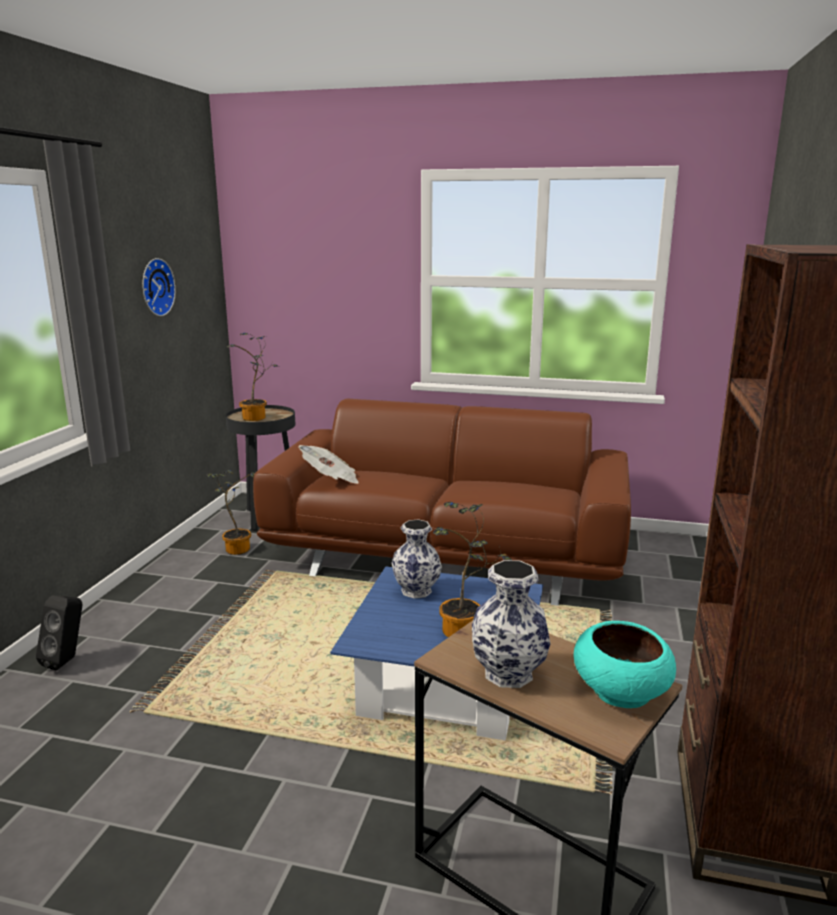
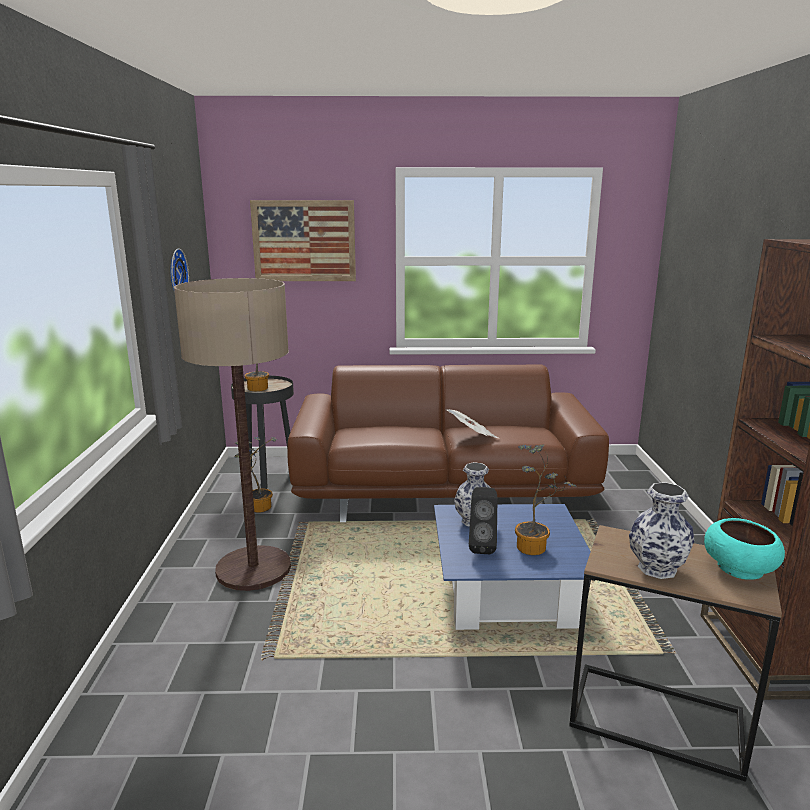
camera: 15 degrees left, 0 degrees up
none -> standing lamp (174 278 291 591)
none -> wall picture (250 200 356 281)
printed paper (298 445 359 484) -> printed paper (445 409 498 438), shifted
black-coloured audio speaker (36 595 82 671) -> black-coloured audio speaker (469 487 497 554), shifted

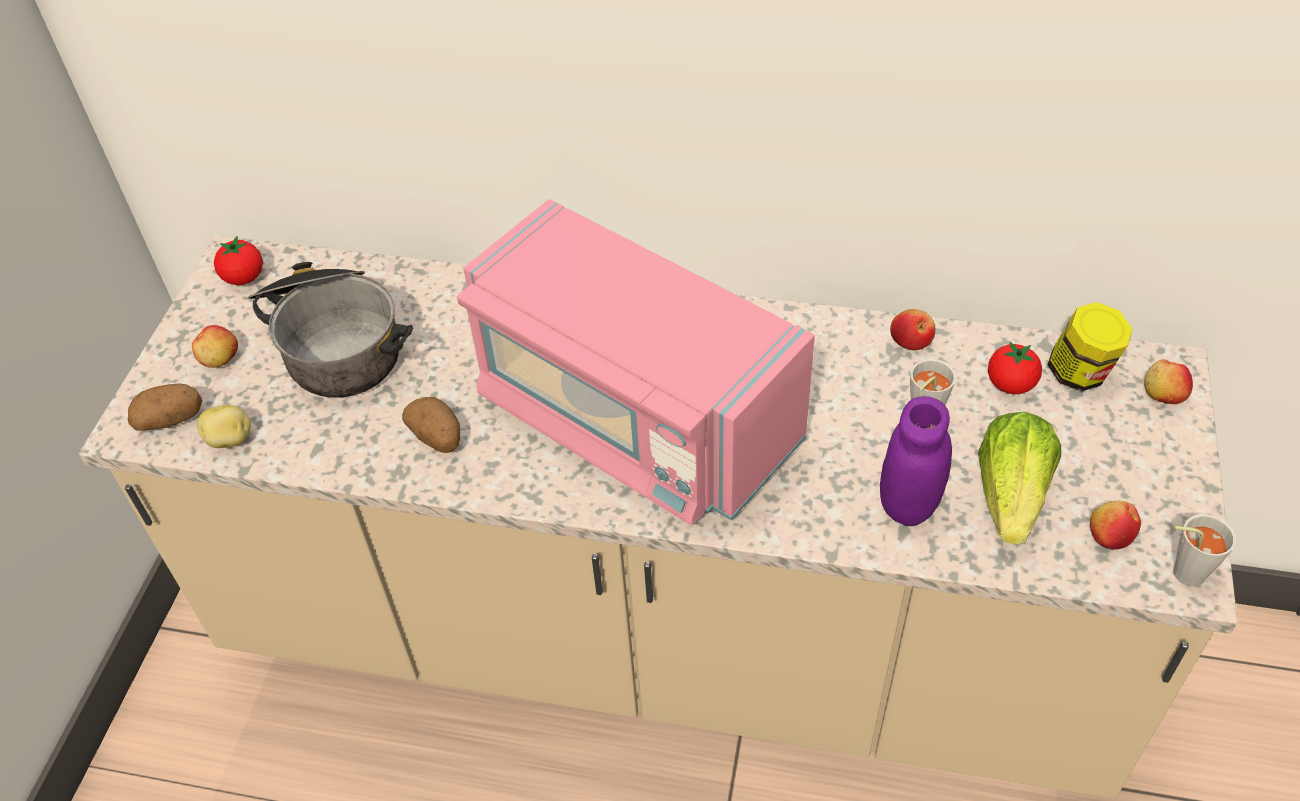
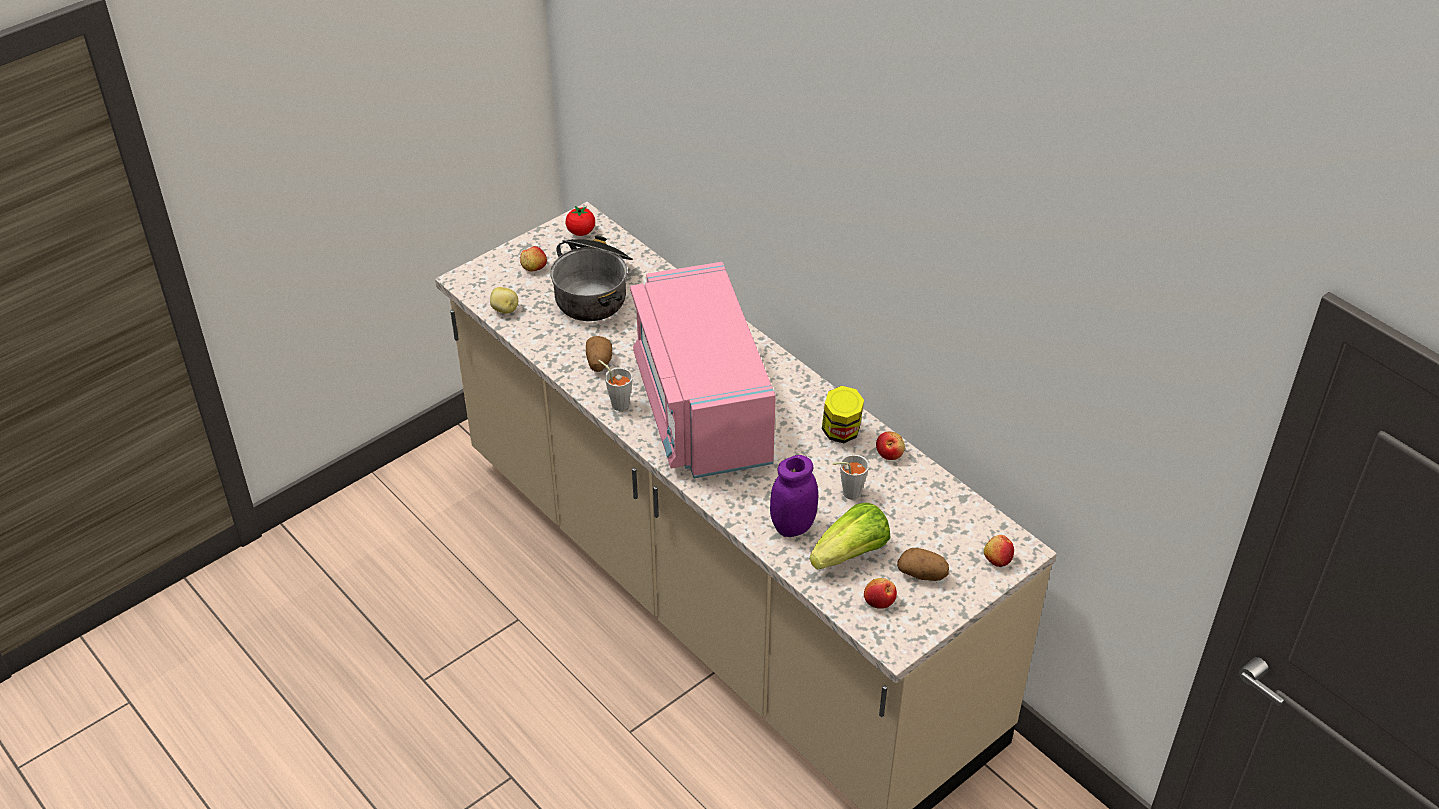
camera: 35 degrees right, 5 degrees down
gray cup (1173 514 1236 587) -> gray cup (599 360 633 411), shifted
storage jar (1048 302 1132 392) -> storage jar (822 386 864 443), shifted
whole potato (128 383 202 431) -> whole potato (897 548 949 581), shifted
whole tomato (988 342 1042 394) -> none

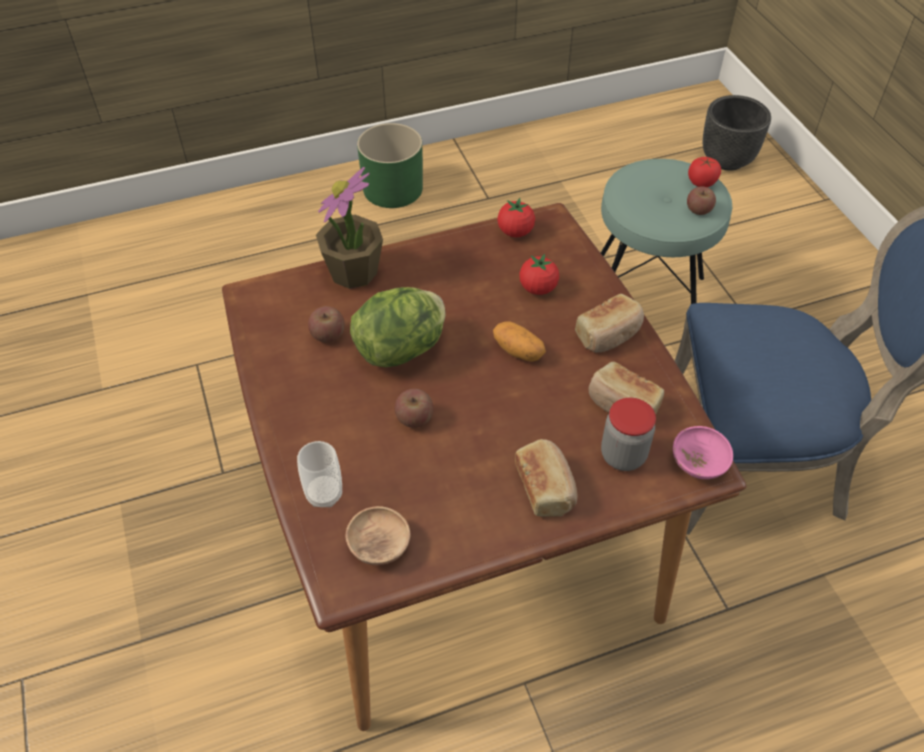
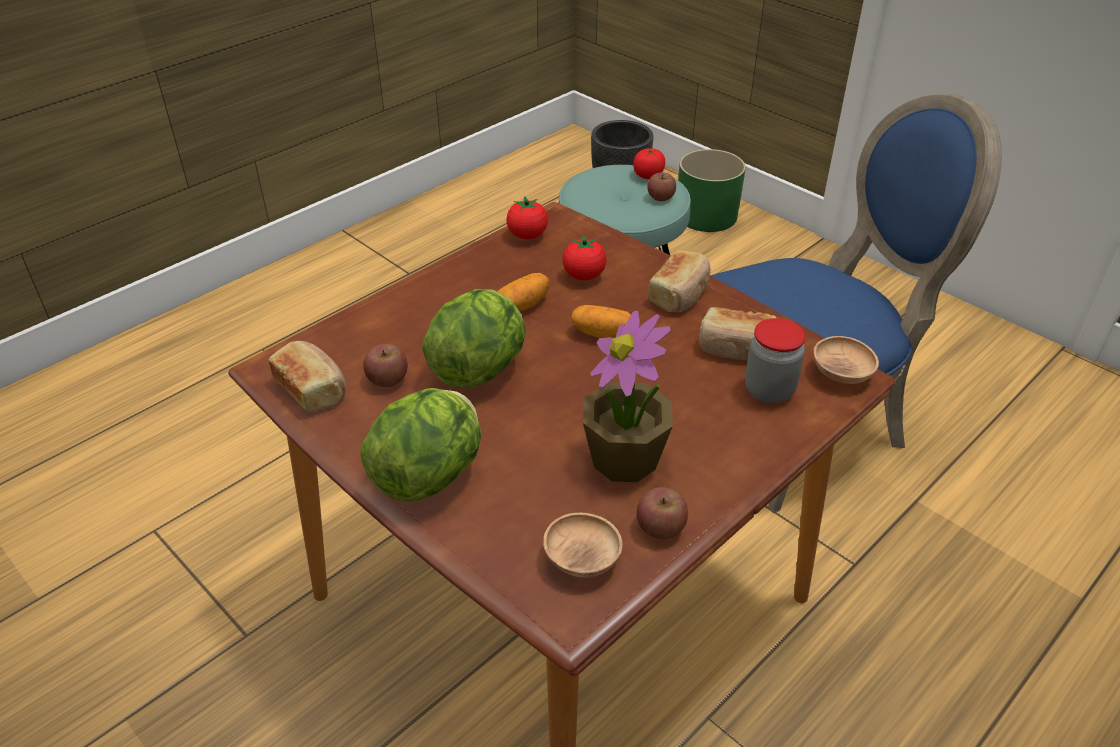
camera: 25 degrees left, 10 degrees down
bakery bread (515 439 577 517) -> bakery bread (269 341 346 412), shifted
none -> head of lettuce (360 388 481 502)
none -> whole potato (497 273 550 311)
potted plant (316 167 383 289) -> potted plant (583 311 673 482), shifted
whole apple (395 389 434 428) -> whole apple (637 487 688 539), shifted
greenish flower pot (357 123 423 208) -> greenish flower pot (678 149 746 232), shifted
pink-coloured serving bowl (673 426 733 479) -> brown serving bowl (813 336 879 384)
cup (297 441 342 508) -> none

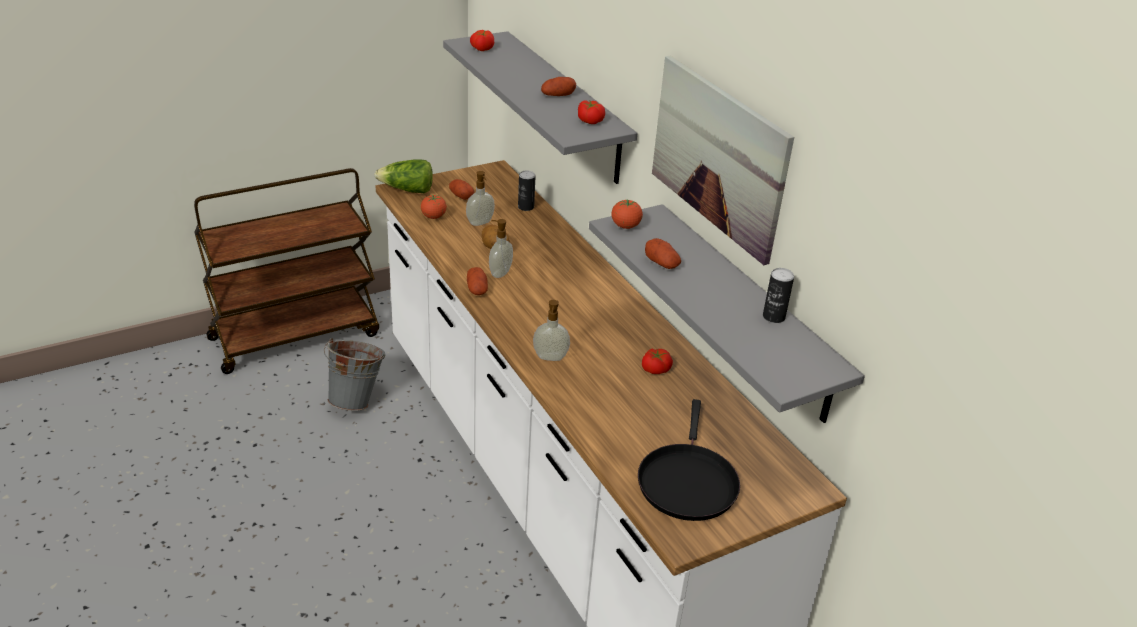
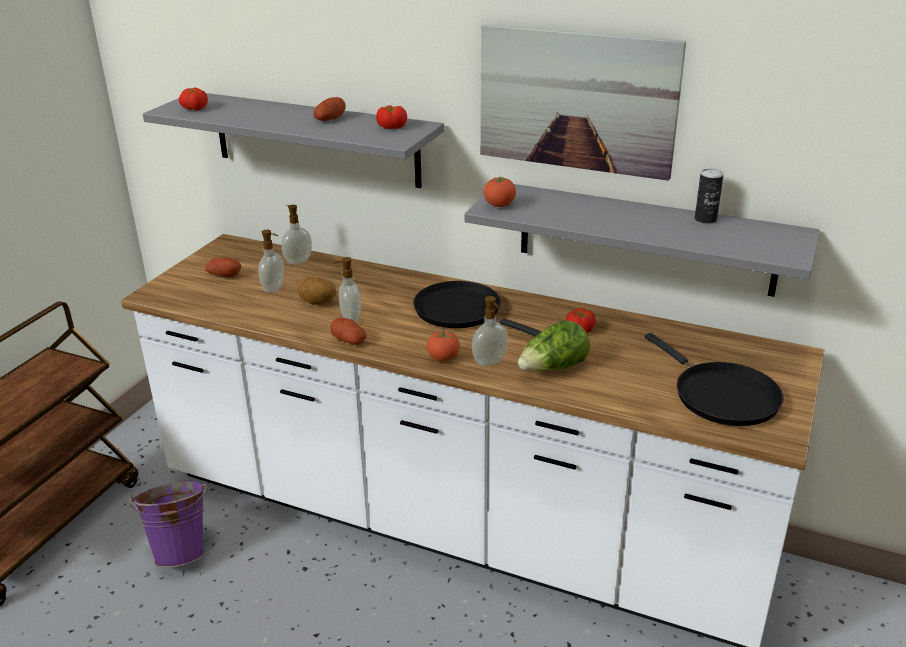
camera: 35 degrees left, 5 degrees down
gray water bucket (324 338 386 411) -> purple water bucket (130 481 207 568)
can (518 170 536 211) -> soap dispenser (281 205 312 265)
none -> black-coloured frying pan (413 281 542 336)
whole tomato (421 195 447 219) -> whole tomato (427 329 460 361), shifted
head of lettuce (374 159 433 194) -> head of lettuce (518 320 590 371), shifted
whole potato (645 238 681 269) -> none

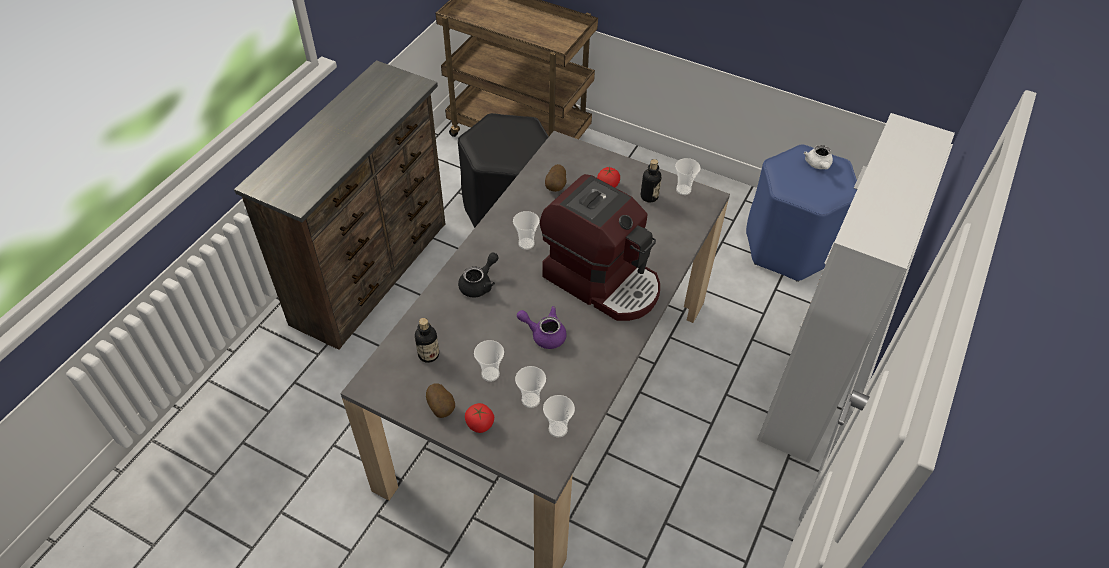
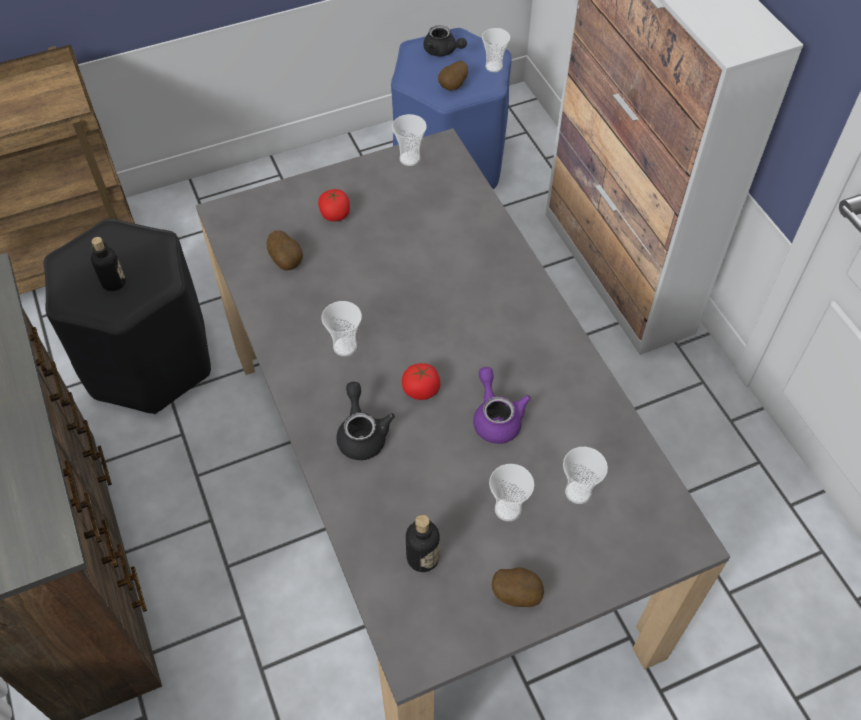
camera: 50 degrees left, 5 degrees up
beverage bottle (641 159 662 202) -> beverage bottle (91 237 126 291), shifted
whole tomato (465 403 494 433) -> whole tomato (402 363 440 400), shifted
white-coloured tea pot (804 145 833 170) -> black-coloured tea pot (423 25 467 57)
none -> whole potato (438 61 468 91)
purple tea pot (517 306 566 349) -> purple tea pot (473 367 531 444), 105 degrees clockwise
cup (543 395 575 438) -> cup (482 28 510 72), shifted
coffee brewer (540 174 660 321) -> none

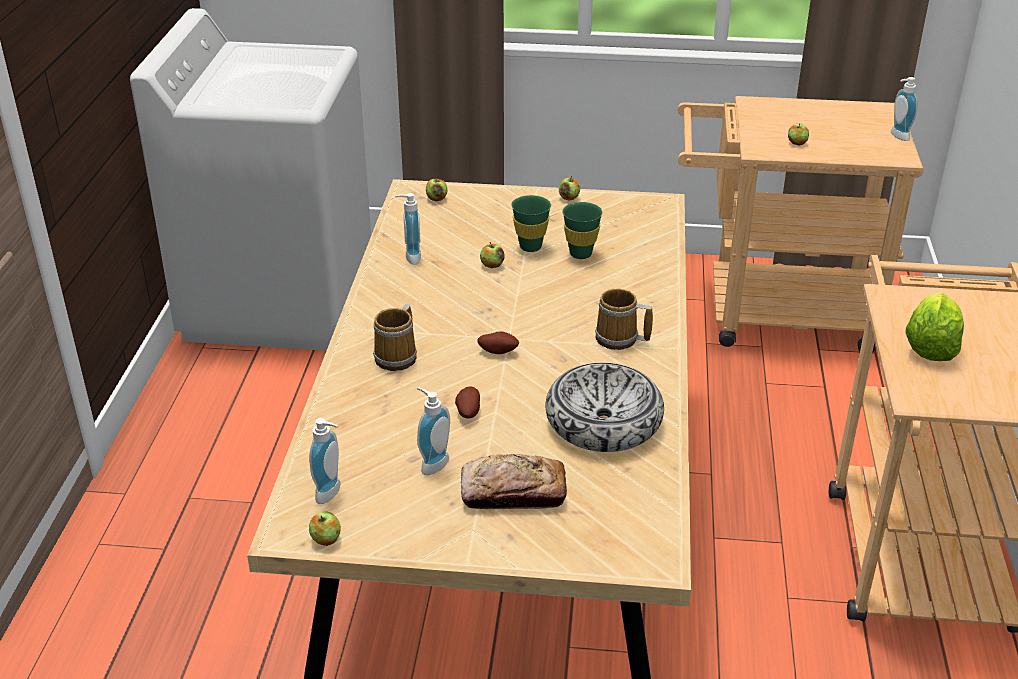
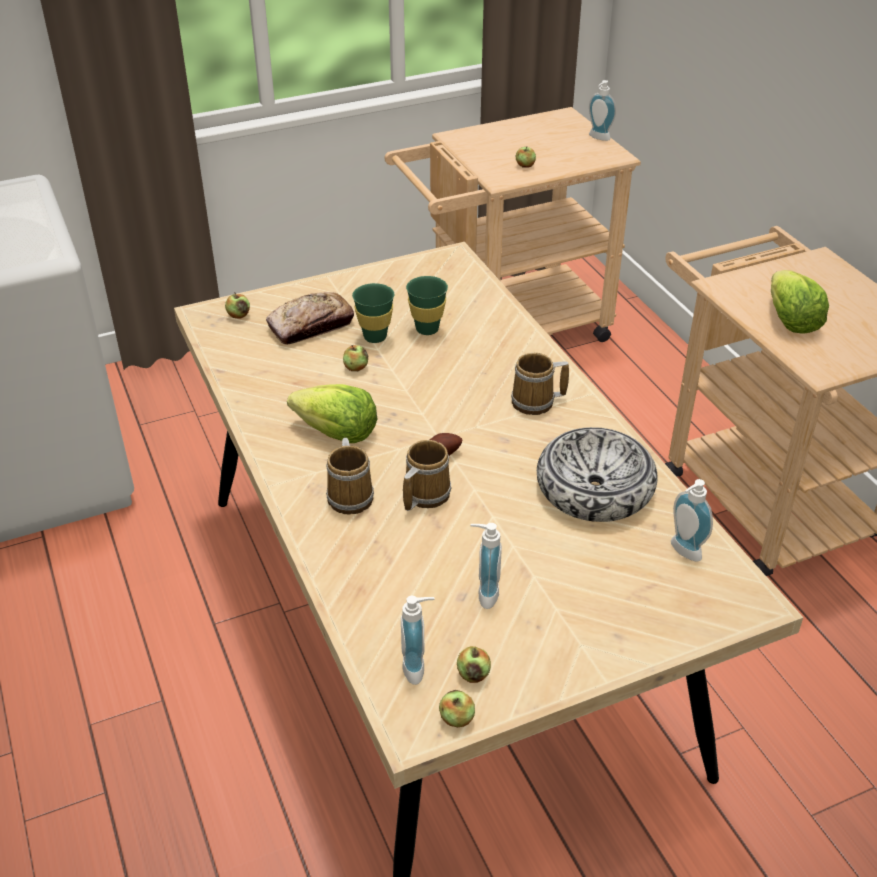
camera: 30 degrees left, 5 degrees up
bakery bread (461 454 567 510) -> bakery bread (266 292 354 345), shifted
none -> head of lettuce (287 384 378 443)
none -> tea mug (403 440 452 511)
whole apple (559 176 580 201) -> whole apple (457 646 491 683), shifted
soap dispenser (395 193 421 265) -> soap dispenser (671 479 713 562), shifted
whole potato (455 386 480 418) -> none

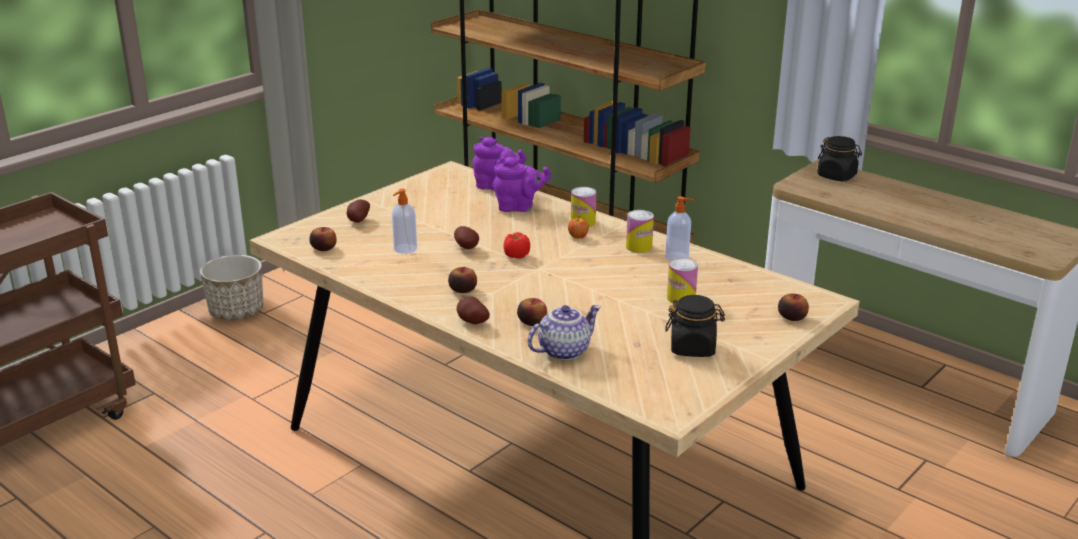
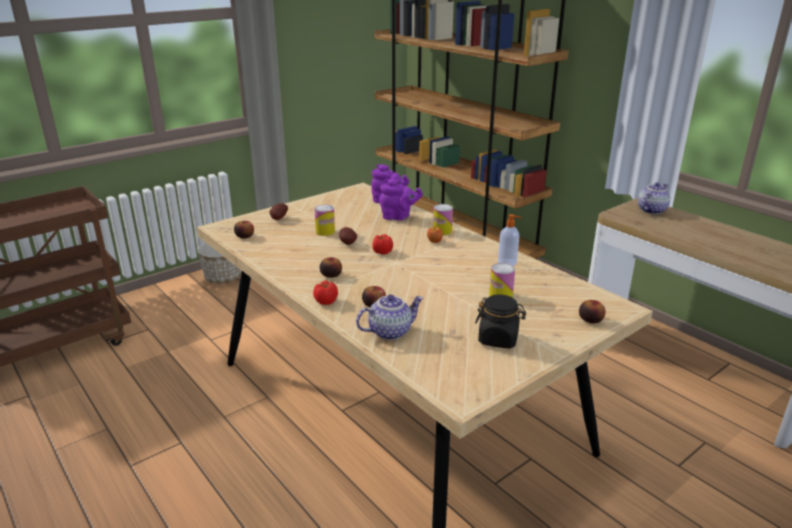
camera: 10 degrees right, 0 degrees up
whole potato (457 296 490 324) -> whole tomato (313 281 338 305)
can (626 210 654 253) -> can (314 204 335 236), shifted
black-coloured storage jar (817 136 862 181) -> tea pot (638 182 670 214)
soap dispenser (392 189 417 254) -> none

